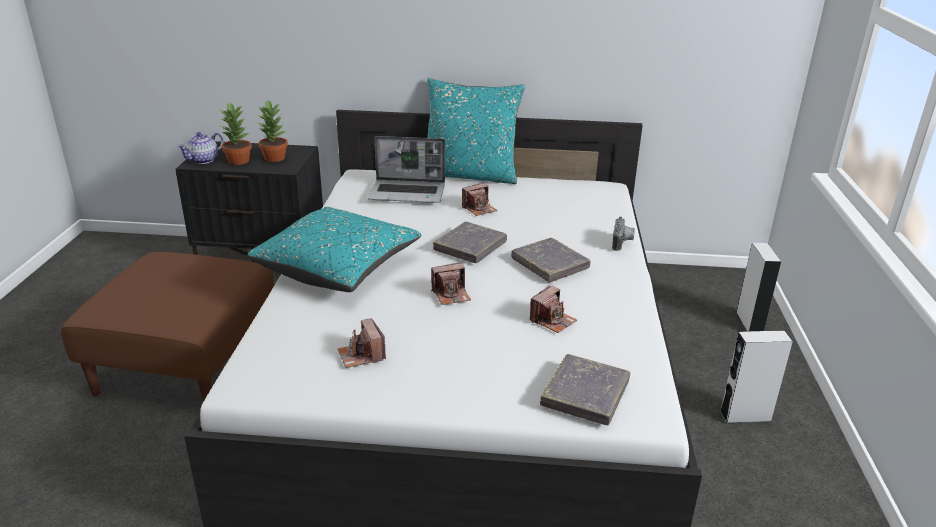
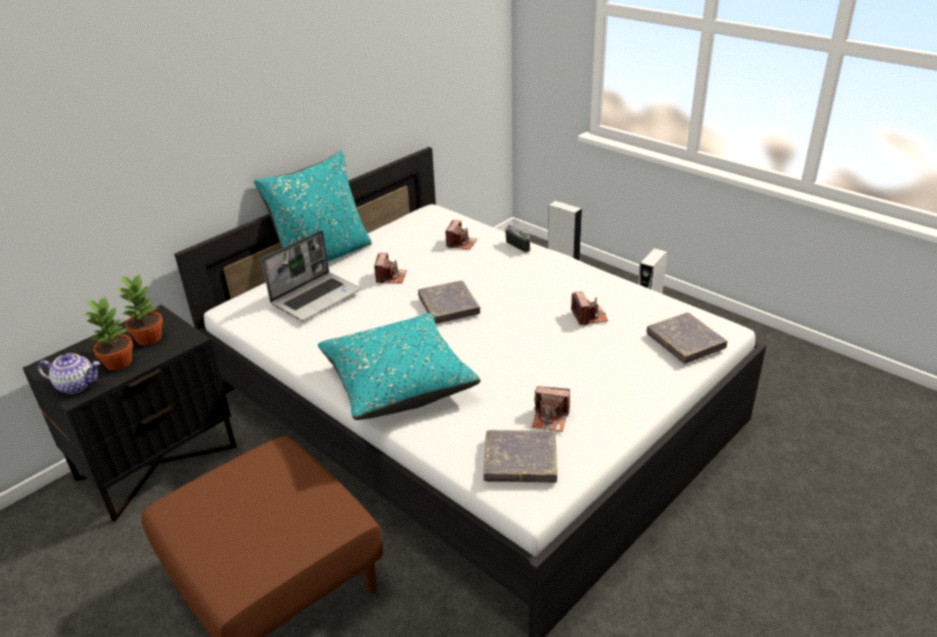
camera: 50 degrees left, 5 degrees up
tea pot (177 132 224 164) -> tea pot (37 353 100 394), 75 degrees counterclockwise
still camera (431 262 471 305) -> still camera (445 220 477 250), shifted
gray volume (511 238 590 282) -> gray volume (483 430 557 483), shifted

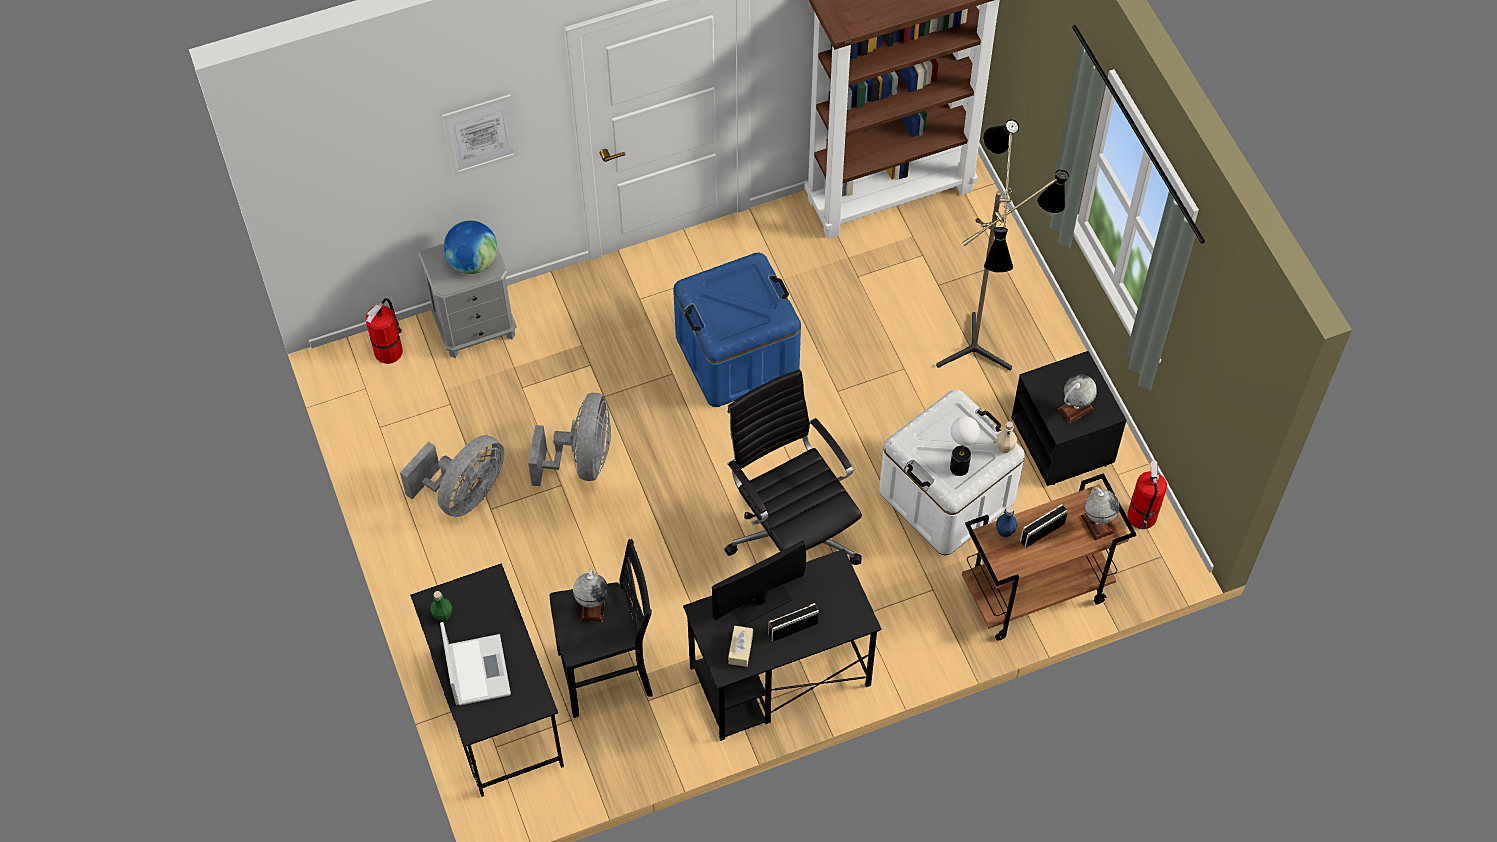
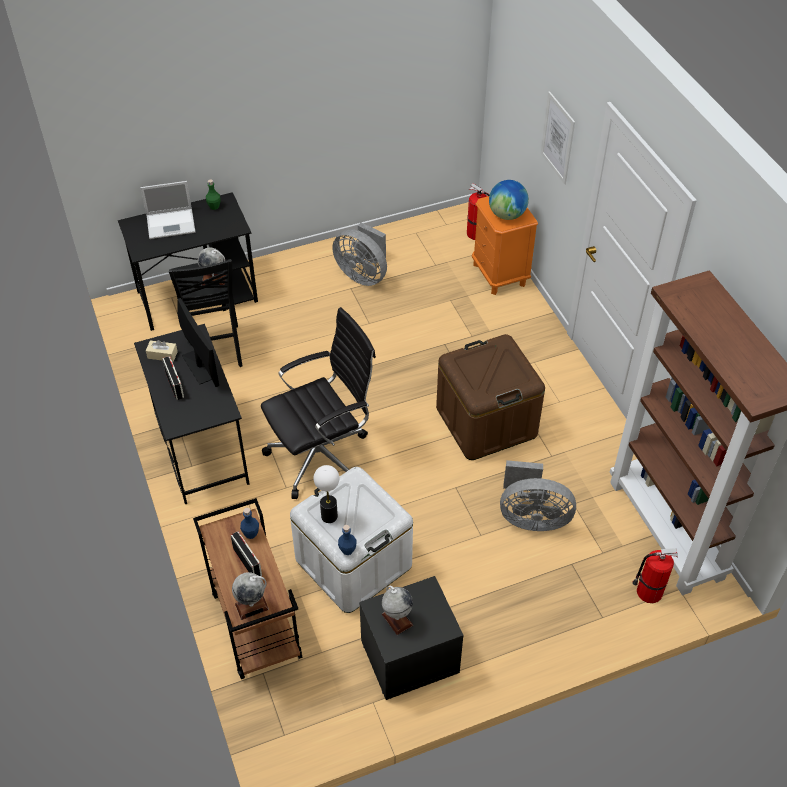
camera: 90 degrees right, 10 degrees down
beige-coloured beverage bottle (996 421 1017 453) -> blue-coloured beverage bottle (338 525 356 555)
blue-coloured storage box (673 252 801 407) -> brown storage box (436 334 545 460)
gray bedside table (418 244 517 358) -> orange-coloured bedside table (472 196 538 295)
gray fan (528 393 611 486) -> gray fan (500 460 576 531), shifted
fire extinguisher (1127 461 1167 529) -> fire extinguisher (632 548 678 603), shifted
standing lamp (936 120 1069 371) -> none

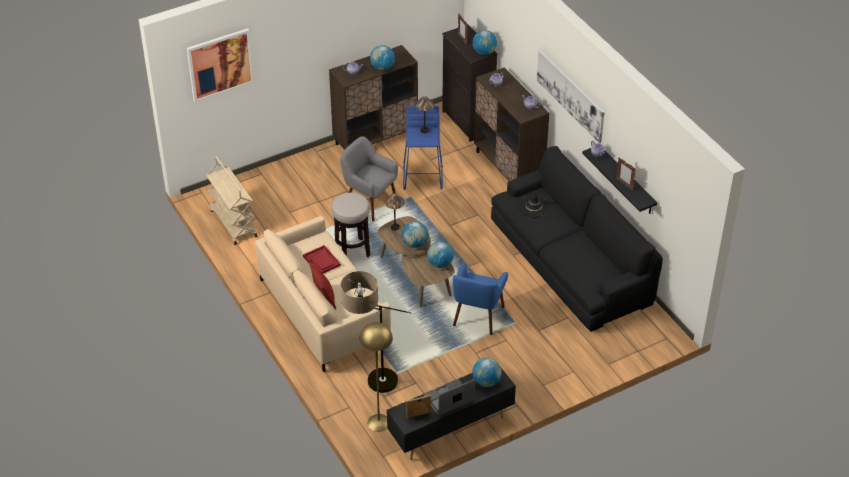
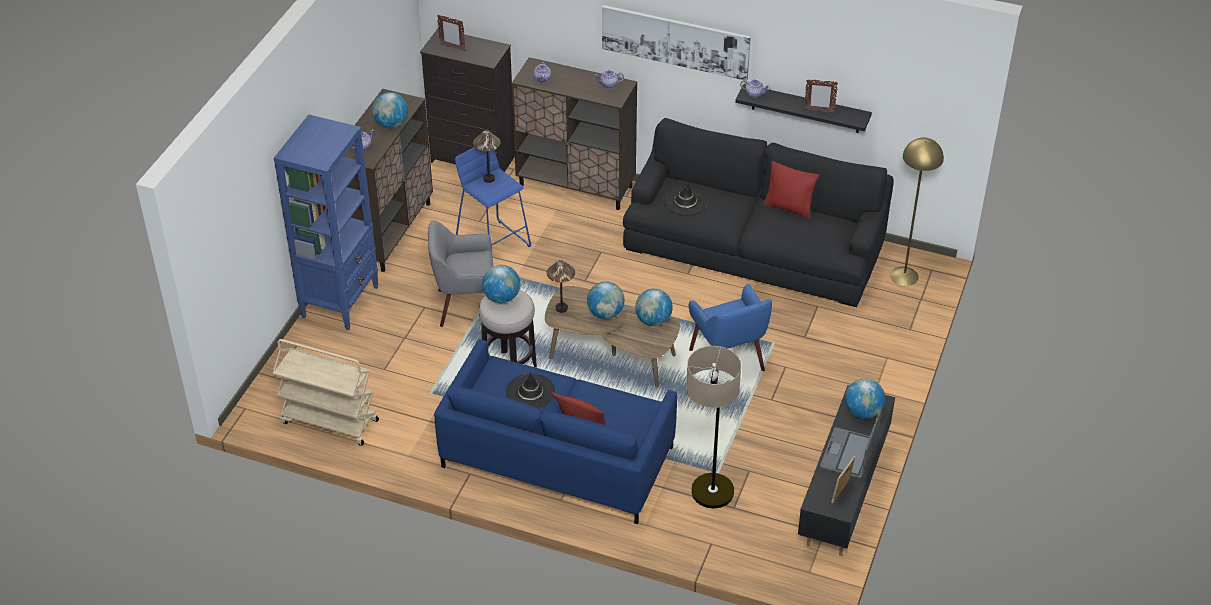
camera: 40 degrees left, 0 degrees up
none -> blue-coloured shelving unit (274 114 379 330)
beige-coloured couch (255 216 391 372) -> blue-coloured couch (434 339 677 524)
desk globe (472 30 497 55) -> desk globe (482 265 520 303), shifted
red tray (303 245 341 273) -> black-coloured wearable hat (506 372 555 409)
none -> red cushion (763 161 819 219)
yellow standing lamp (360 322 393 432) -> yellow standing lamp (890 138 944 286), shifted
wall picture (187 28 254 102) -> none

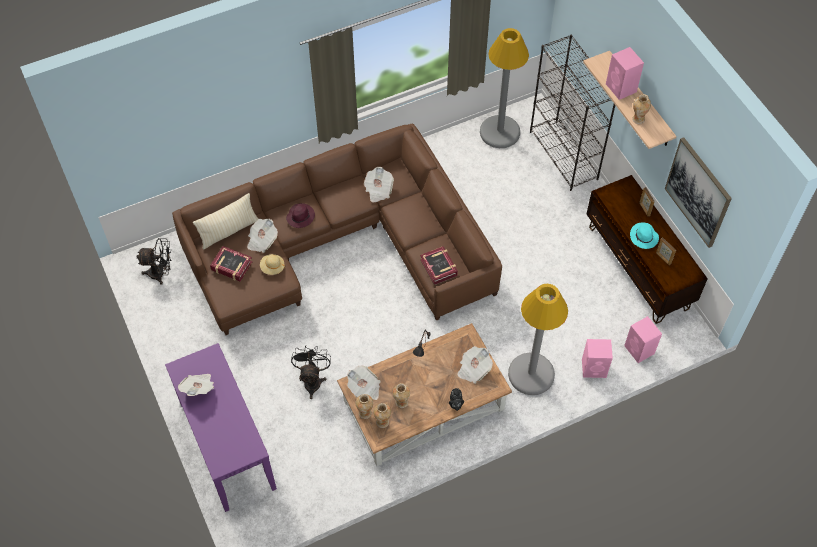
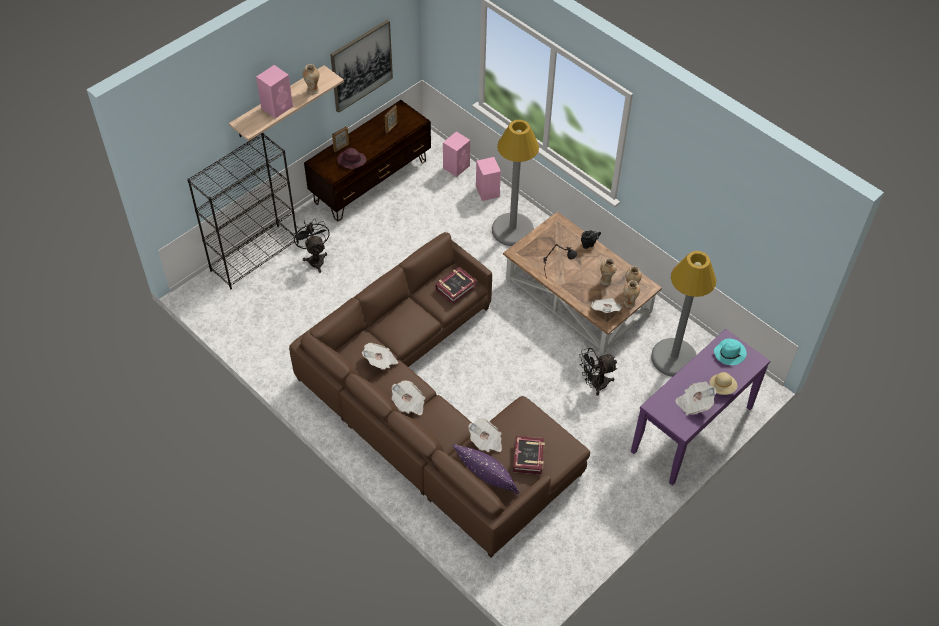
camera: 110 degrees left, 5 degrees down
black-coloured fan (137 238 172 285) -> black-coloured fan (293 218 330 273), shifted
purple wearable hat (286 203 315 228) -> purple wearable hat (337 148 366 169), shifted
printed paper (457 346 493 384) -> printed paper (391 380 425 415), shifted
beige-coloured cushion (193 193 258 250) -> purple cushion (453 444 519 494)
gray standing lamp (480 28 529 148) -> gray standing lamp (651 251 716 377), shifted
beige-coloured wearable hat (260 254 285 275) -> beige-coloured wearable hat (710 372 737 395), shifted
turquoise-coloured wearable hat (630 223 659 249) -> turquoise-coloured wearable hat (714 339 747 365), shifted

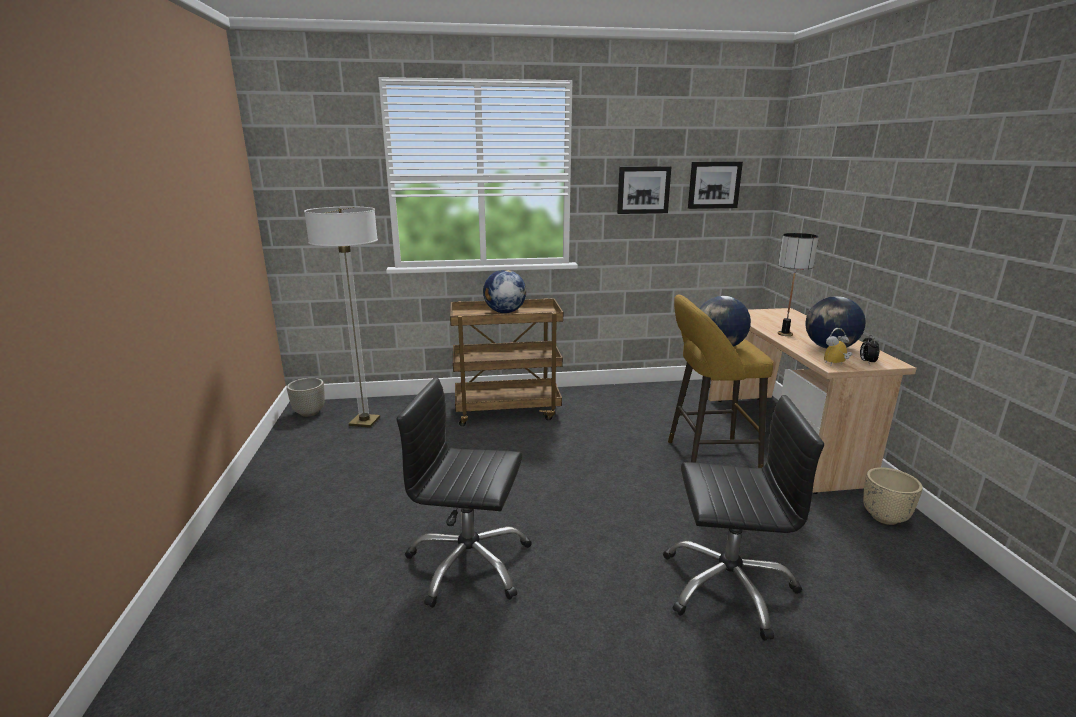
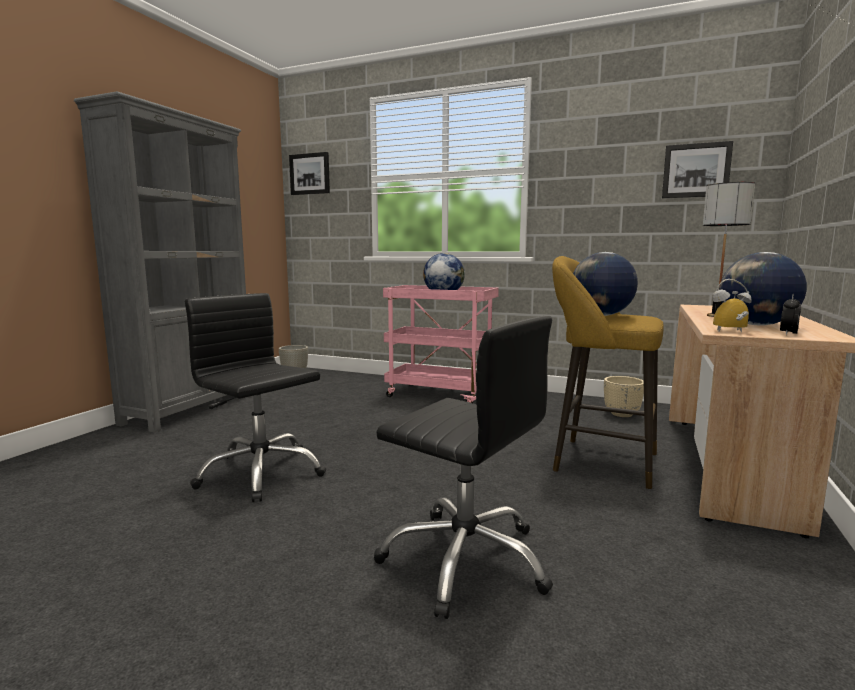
camera: 30 degrees right, 10 degrees down
none -> gray shelving unit (74 91 252 433)
wall picture (617 166 672 214) -> wall picture (289 152 330 195), shifted
brown wheeled cart (450 298 563 426) -> pink-coloured wheeled cart (383 285 499 403)
beige-coloured flower pot (863 467 923 525) -> beige-coloured flower pot (604 376 644 417), shifted
standing lamp (304 206 380 428) -> none

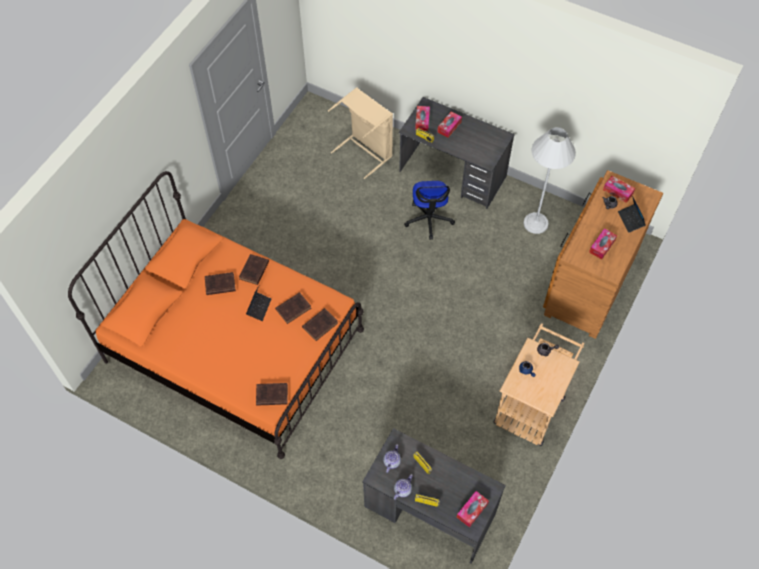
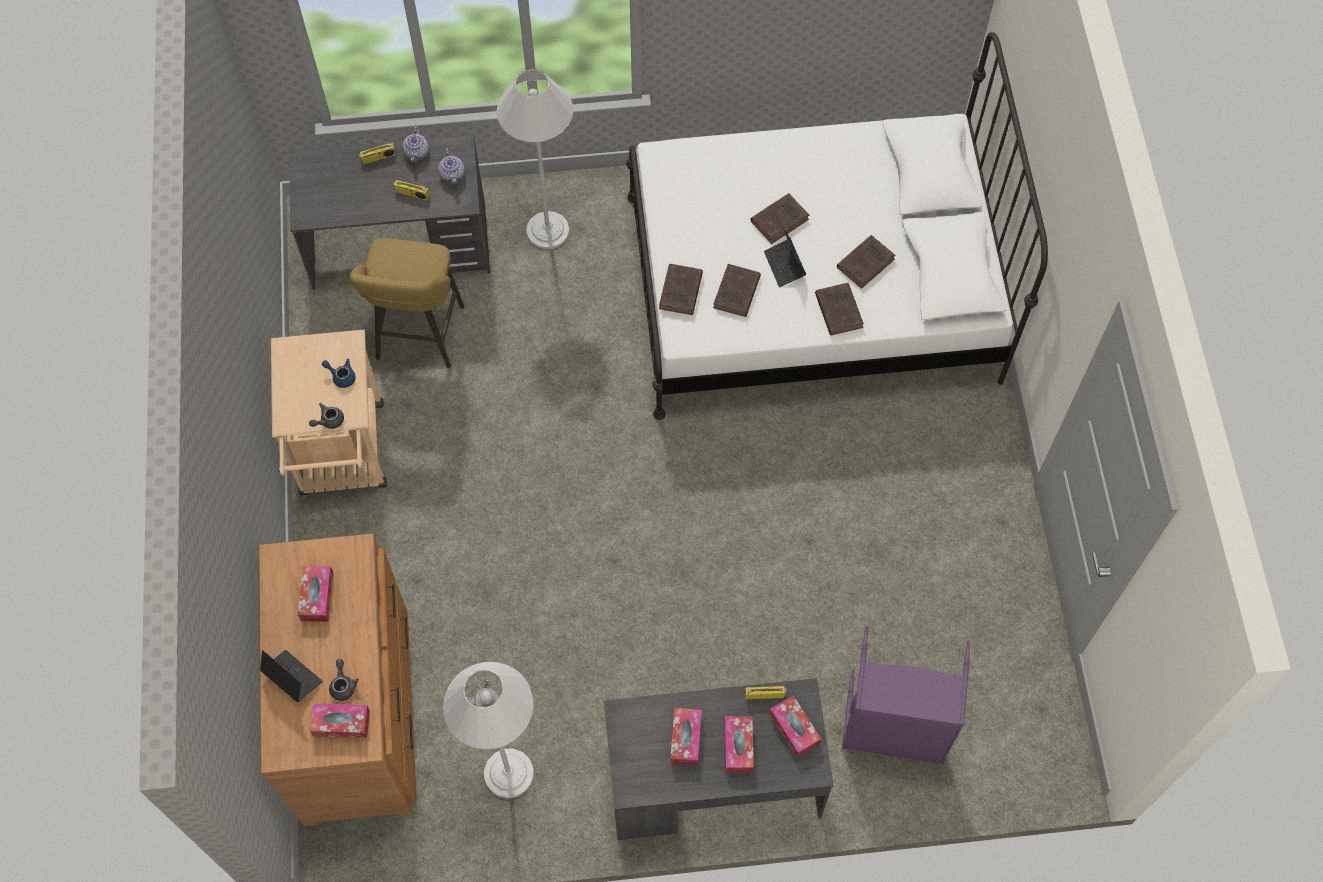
camera: 145 degrees right, 5 degrees up
none -> yellow stool (350 238 464 369)
none -> white-coloured standing lamp (497 69 573 249)
orange-coloured bedroom bed (68 171 364 459) -> white-coloured bedroom bed (626 32 1048 420)
tissue box (457 491 489 528) -> tissue box (670 708 702 765), shifted
brown volume (256 383 288 406) -> brown volume (751 193 809 244), shifted
beige-coloured washing basket (328 87 393 179) -> purple washing basket (842 626 970 764)
desk chair (404 181 455 240) -> none

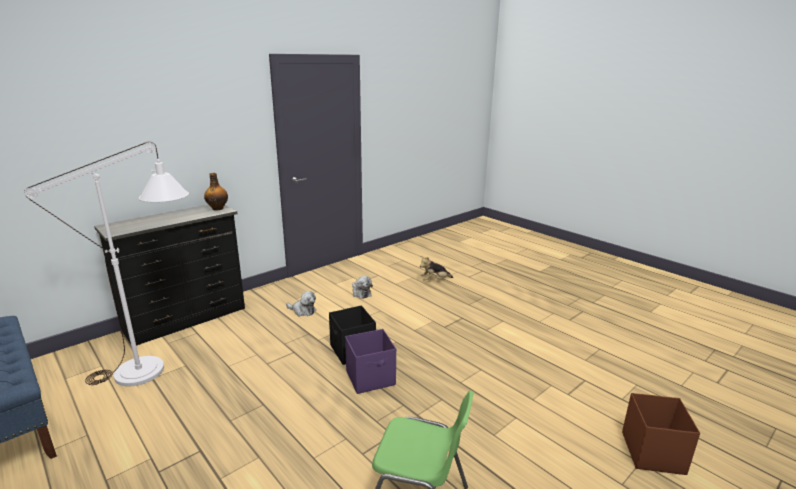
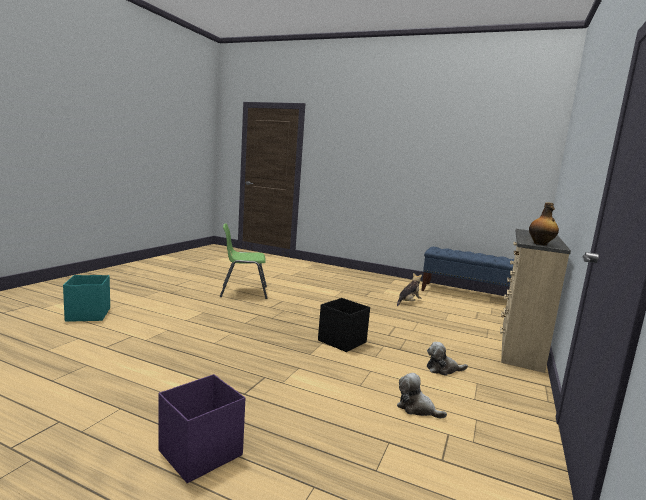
camera: 155 degrees right, 10 degrees down
brown storage box (622 393 700 475) -> turquoise-coloured storage box (63 275 110 322)
purple storage box (345 329 396 394) -> purple storage box (158 374 245 483), shifted
soft toy (420 256 453 281) -> soft toy (397 273 422 306), shifted
black-coloured dresser (94 205 245 346) -> beige-coloured dresser (500 229 571 373)
white-coloured standing lamp (24 142 189 386) -> none

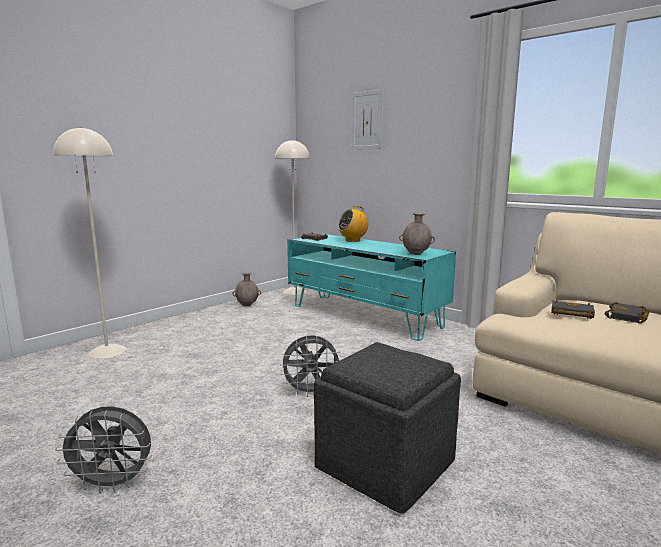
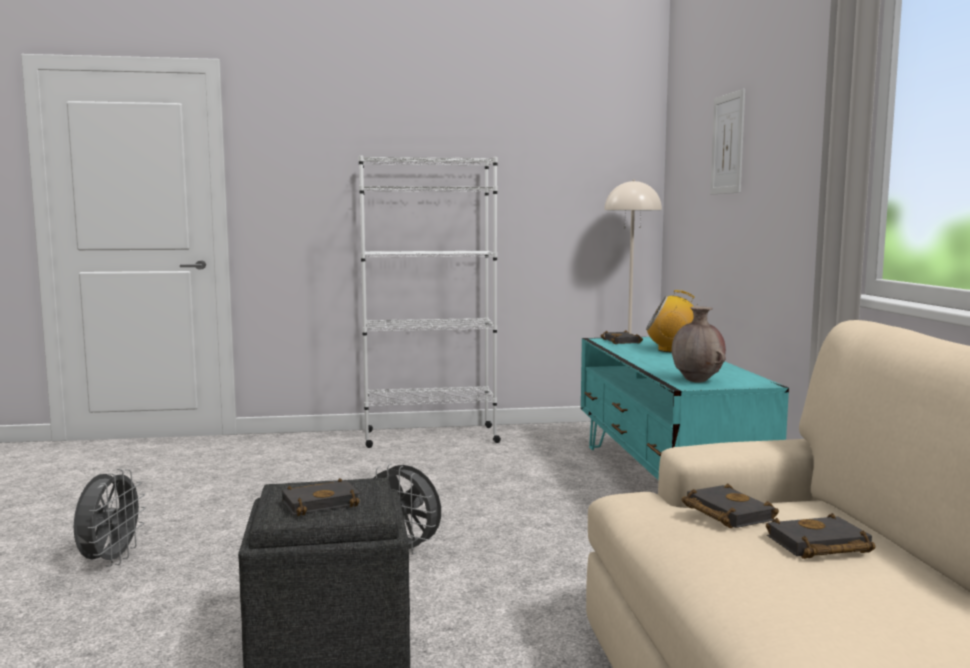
camera: 40 degrees right, 5 degrees down
gray fan (55 406 152 494) -> gray fan (74 469 146 567), 120 degrees counterclockwise
none -> black-coloured volume (282 478 360 516)
none -> white-coloured shelving unit (358 155 501 448)
beige-coloured standing lamp (54 126 127 359) -> none
brown decorative vase (232 272 261 306) -> none

